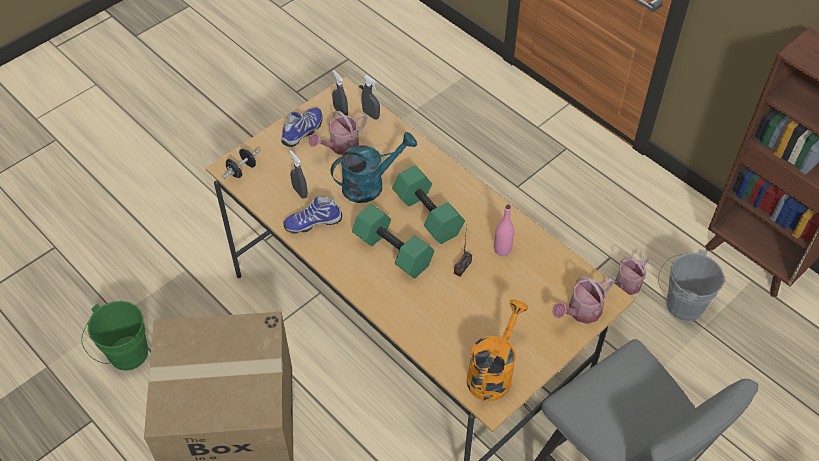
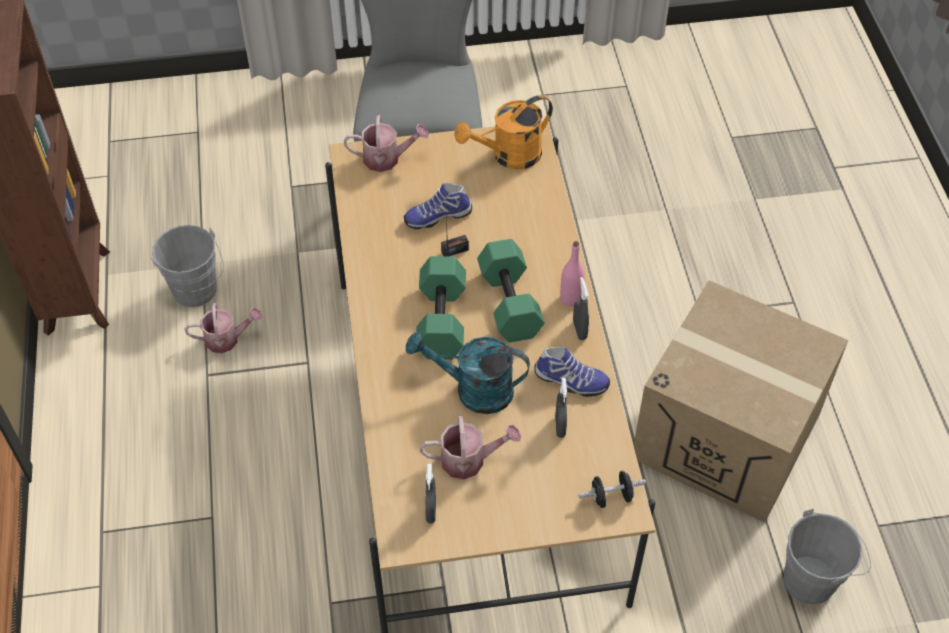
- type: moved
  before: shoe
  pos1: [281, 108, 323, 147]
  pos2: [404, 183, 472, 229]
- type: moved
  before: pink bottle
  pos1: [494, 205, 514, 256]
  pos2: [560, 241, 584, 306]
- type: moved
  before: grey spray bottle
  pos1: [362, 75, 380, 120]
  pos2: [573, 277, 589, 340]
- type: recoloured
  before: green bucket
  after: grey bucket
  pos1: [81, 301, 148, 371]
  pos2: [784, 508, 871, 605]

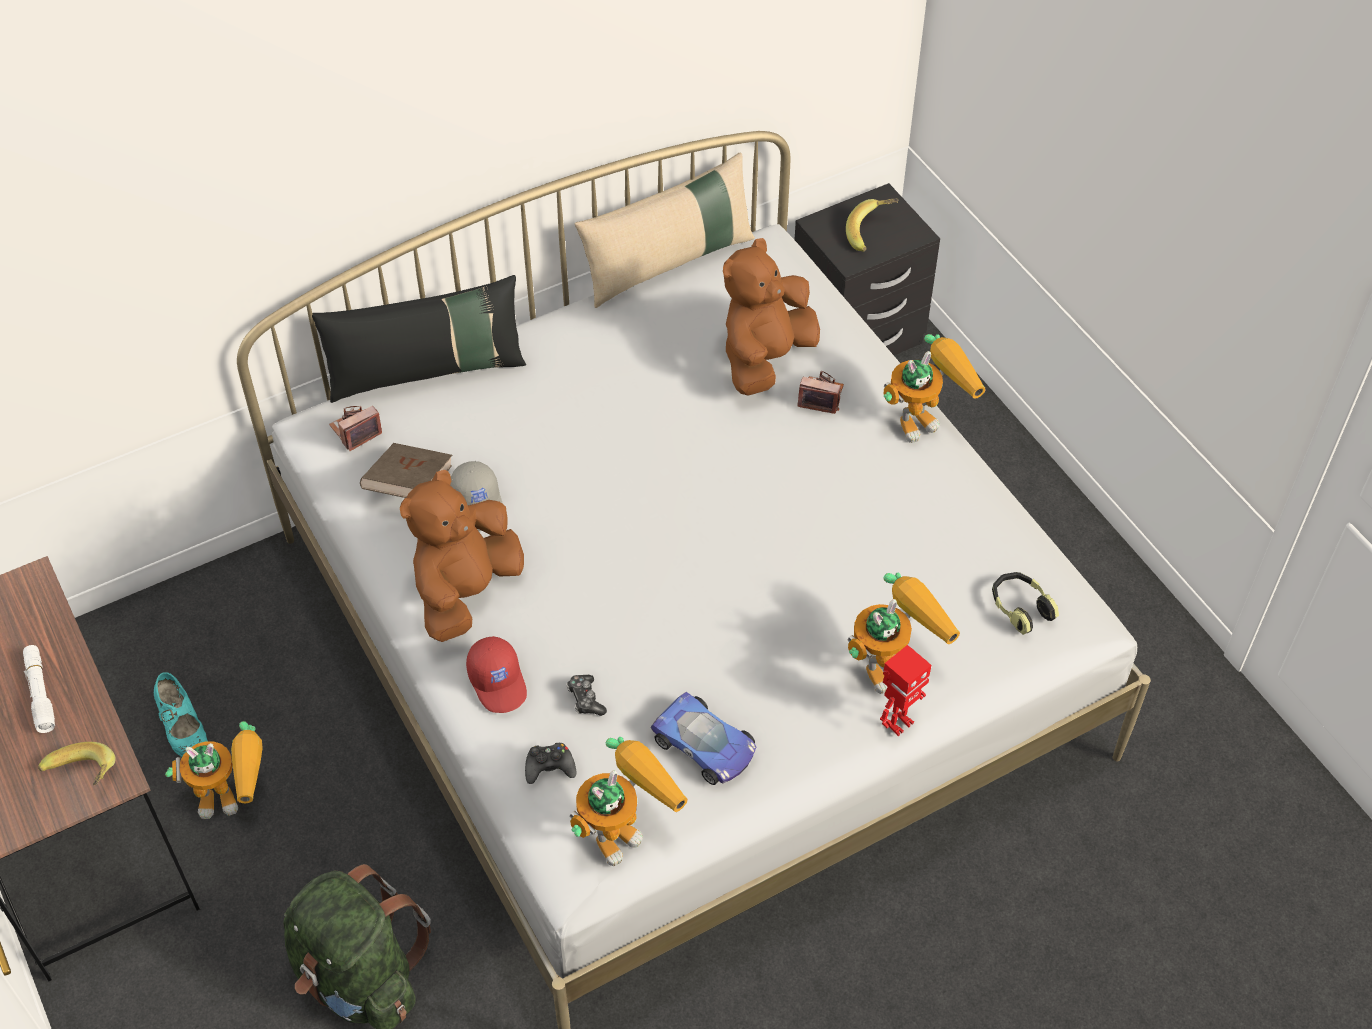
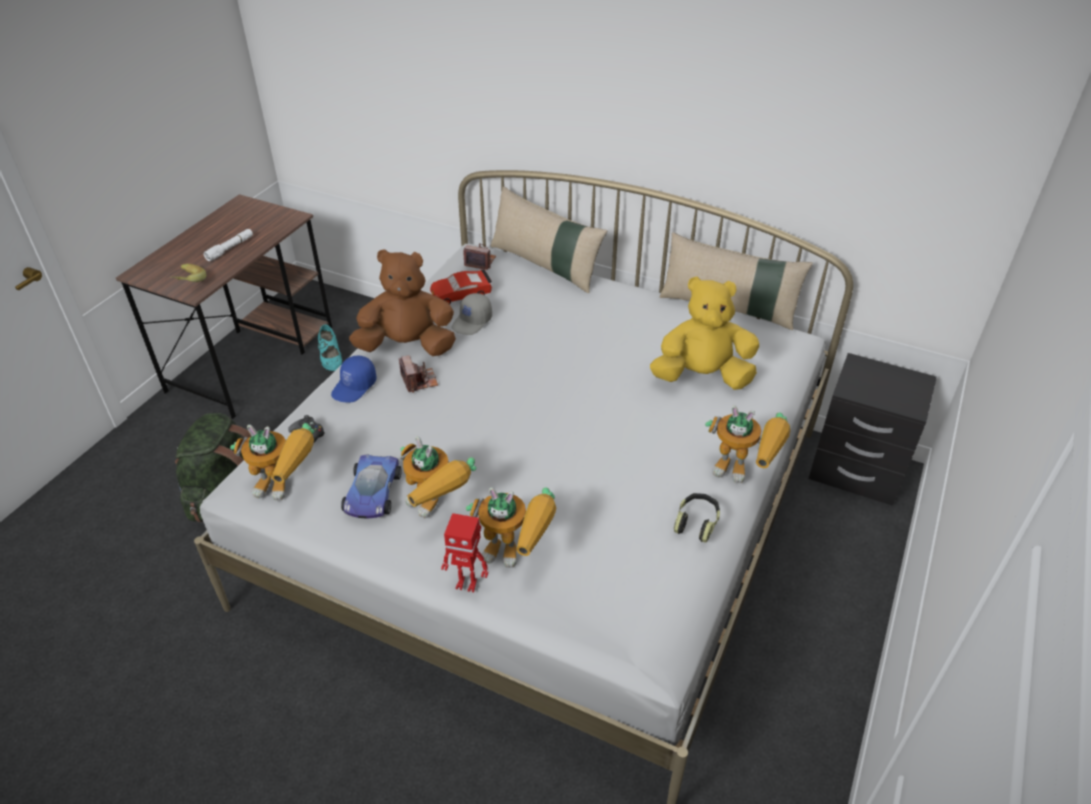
- type: turned
  before: turquoise shoe
  pos1: [154, 672, 208, 757]
  pos2: [318, 325, 342, 371]
  turn: -45
- type: recoloured
  before: red cap
  after: blue cap
  pos1: [466, 636, 527, 713]
  pos2: [331, 355, 376, 403]
- type: moved
  before: photo camera
  pos1: [797, 371, 844, 414]
  pos2: [399, 355, 438, 393]
- type: moved
  before: toy robot
  pos1: [165, 721, 263, 819]
  pos2: [400, 436, 476, 518]
- type: replaced
  before: brown book
  after: red toy car
  pos1: [360, 443, 452, 498]
  pos2: [430, 269, 492, 304]
- type: recoloured
  before: black pillow
  after: beige pillow
  pos1: [312, 275, 526, 403]
  pos2: [491, 186, 608, 293]
- type: recoloured
  before: brown plush toy
  after: yellow plush toy
  pos1: [723, 238, 820, 396]
  pos2: [650, 277, 759, 390]
- type: moved
  before: headphones
  pos1: [992, 572, 1059, 635]
  pos2: [674, 493, 720, 543]
- type: removed
  before: game controller
  pos1: [566, 675, 607, 716]
- type: removed
  before: banana
  pos1: [846, 199, 898, 252]

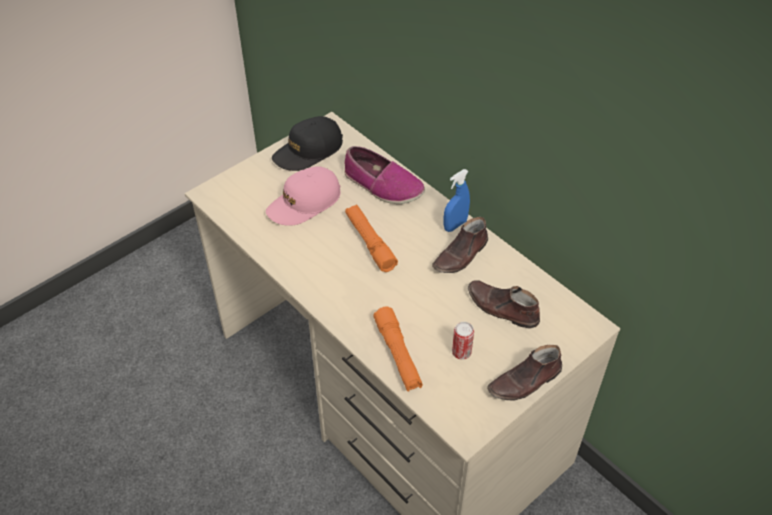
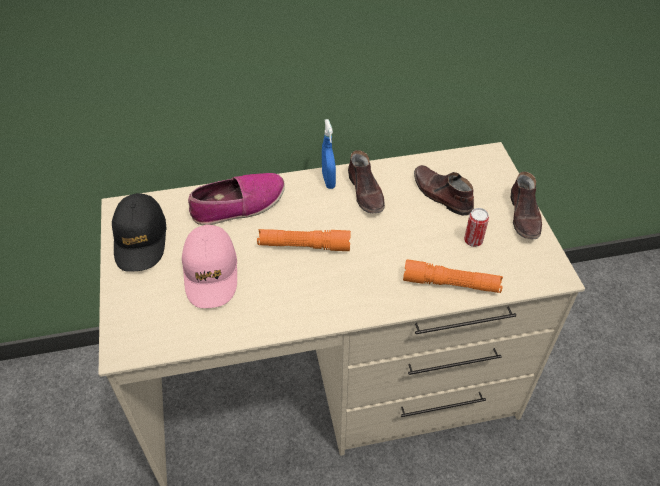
- type: turned
  before: brown shoe
  pos1: [468, 280, 540, 329]
  pos2: [414, 165, 474, 216]
  turn: 75

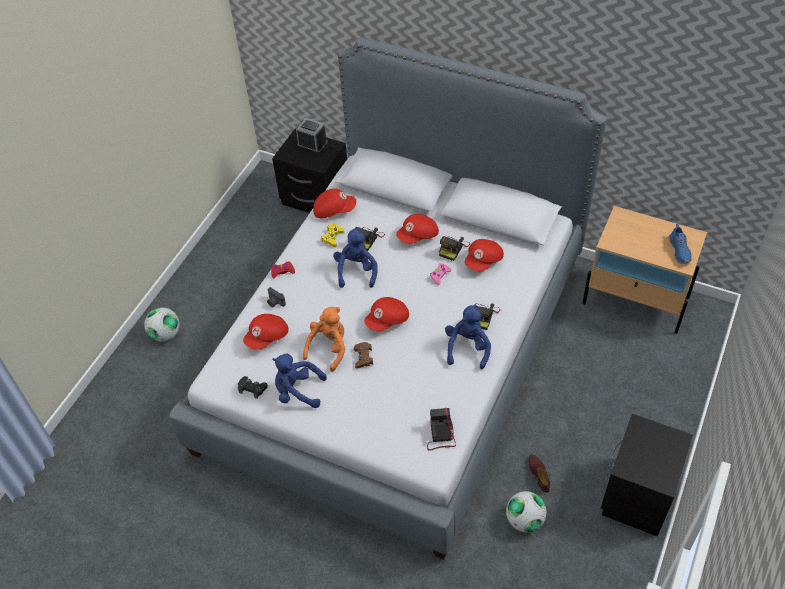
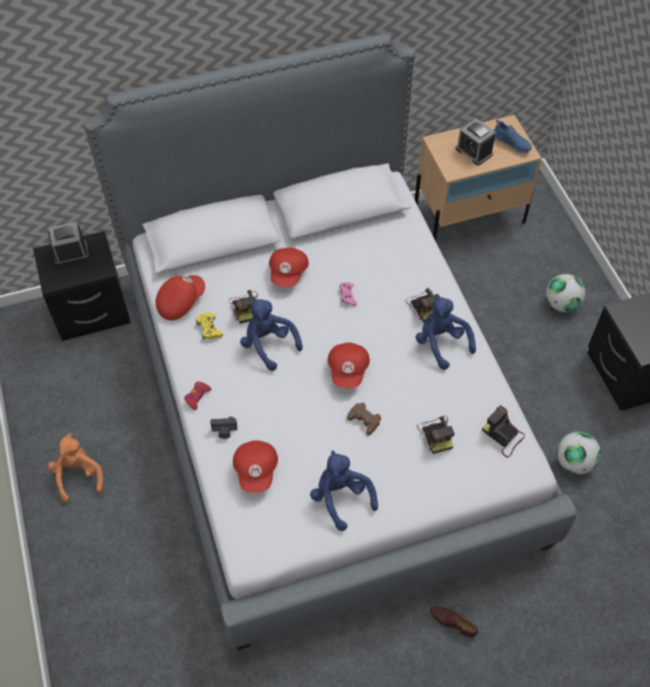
- type: moved
  before: orange plush toy
  pos1: [303, 307, 345, 372]
  pos2: [48, 433, 103, 502]
- type: turned
  before: blue plush toy
  pos1: [272, 354, 327, 408]
  pos2: [310, 450, 378, 531]
  turn: 90
- type: moved
  before: photo camera
  pos1: [439, 236, 470, 261]
  pos2: [417, 416, 455, 454]
- type: moved
  before: brown shoe
  pos1: [529, 454, 550, 493]
  pos2: [430, 607, 478, 638]
- type: added
  after: alarm clock
  pos2: [456, 118, 496, 165]
- type: moved
  before: football
  pos1: [144, 307, 179, 342]
  pos2: [546, 274, 585, 312]
- type: removed
  before: black game controller
  pos1: [238, 376, 268, 399]
- type: removed
  before: red cap
  pos1: [465, 239, 504, 271]

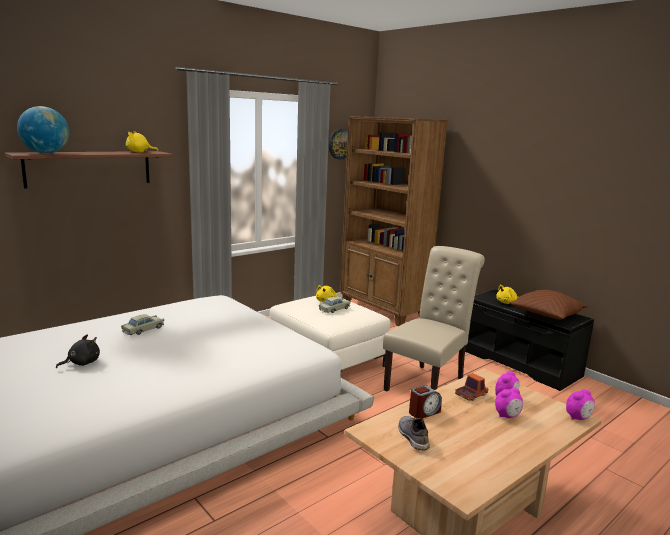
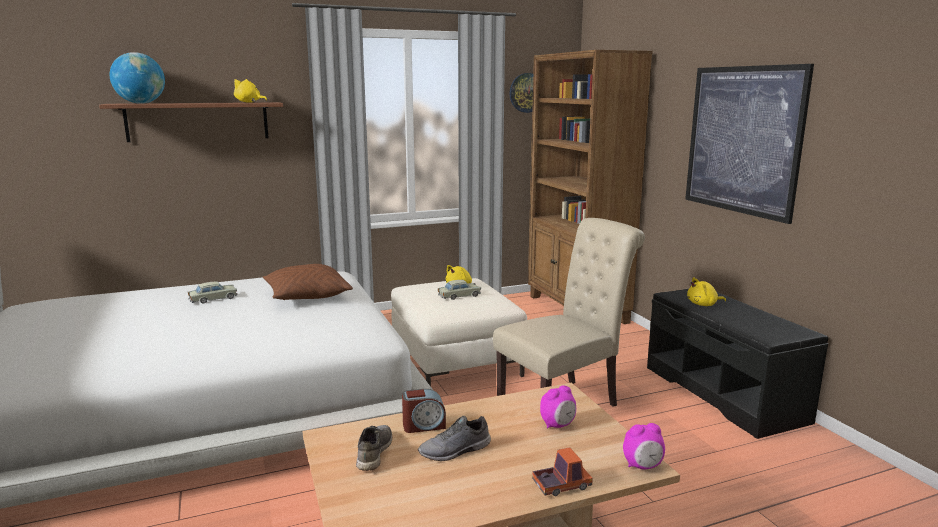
- type: moved
  before: brown pillow
  pos1: [509, 290, 588, 320]
  pos2: [263, 264, 353, 300]
- type: added
  after: grey shoe
  pos2: [418, 416, 491, 461]
- type: moved
  before: toy truck
  pos1: [455, 373, 489, 401]
  pos2: [532, 447, 593, 496]
- type: added
  after: picture
  pos2: [685, 64, 814, 224]
- type: removed
  before: black plush toy
  pos1: [56, 334, 100, 368]
- type: removed
  before: alarm clock
  pos1: [495, 388, 523, 418]

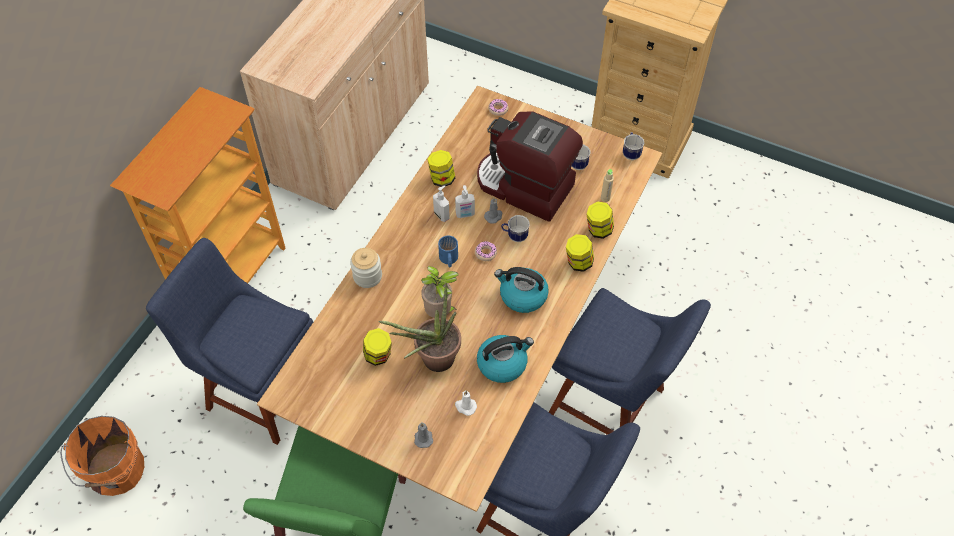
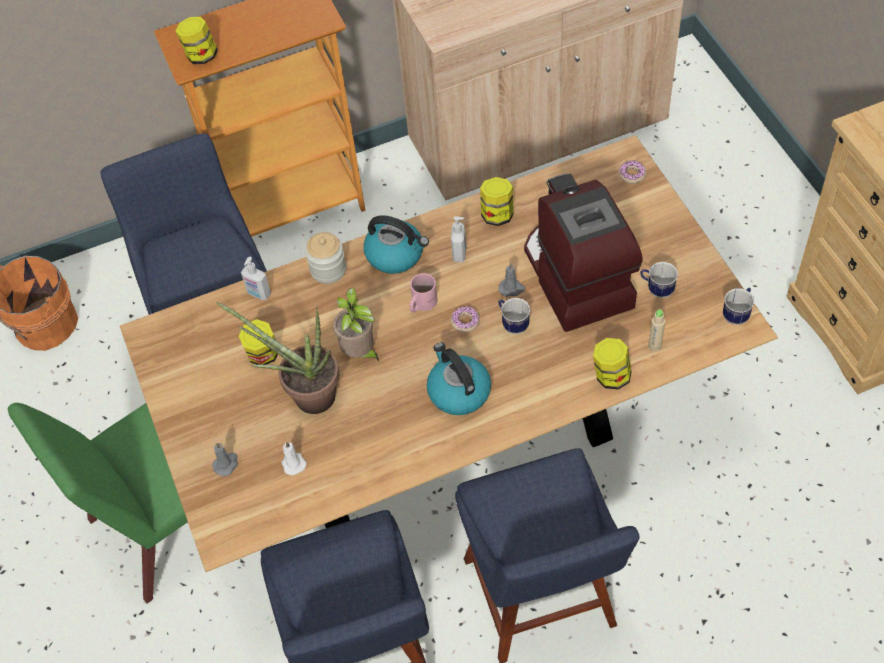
- type: moved
  before: jar
  pos1: [566, 234, 594, 272]
  pos2: [175, 17, 218, 64]
- type: moved
  before: soap dispenser
  pos1: [455, 185, 475, 218]
  pos2: [241, 257, 271, 300]
- type: moved
  before: kettle
  pos1: [477, 335, 534, 383]
  pos2: [364, 215, 429, 274]
- type: recoloured
  before: blue mug
  after: pink mug
  pos1: [438, 236, 458, 267]
  pos2: [410, 273, 437, 313]

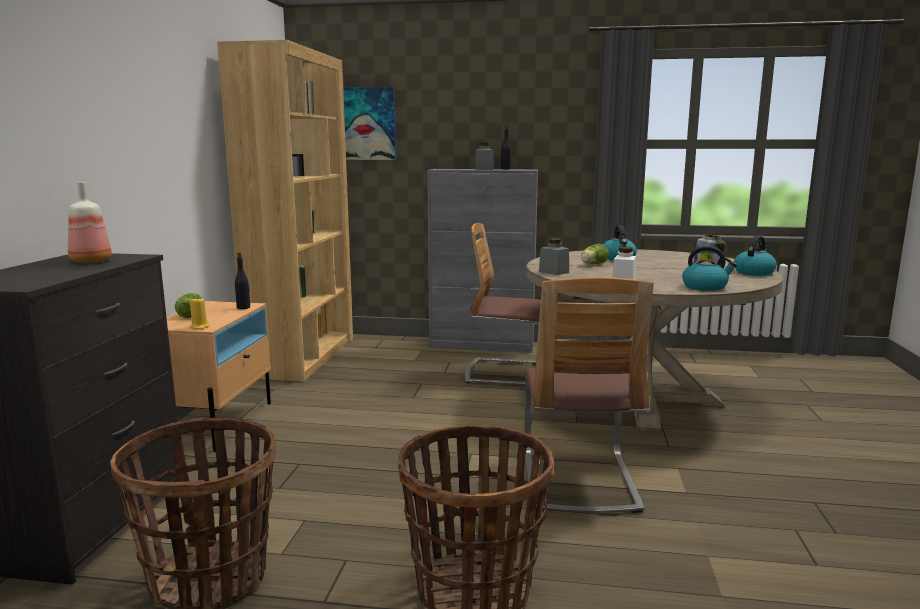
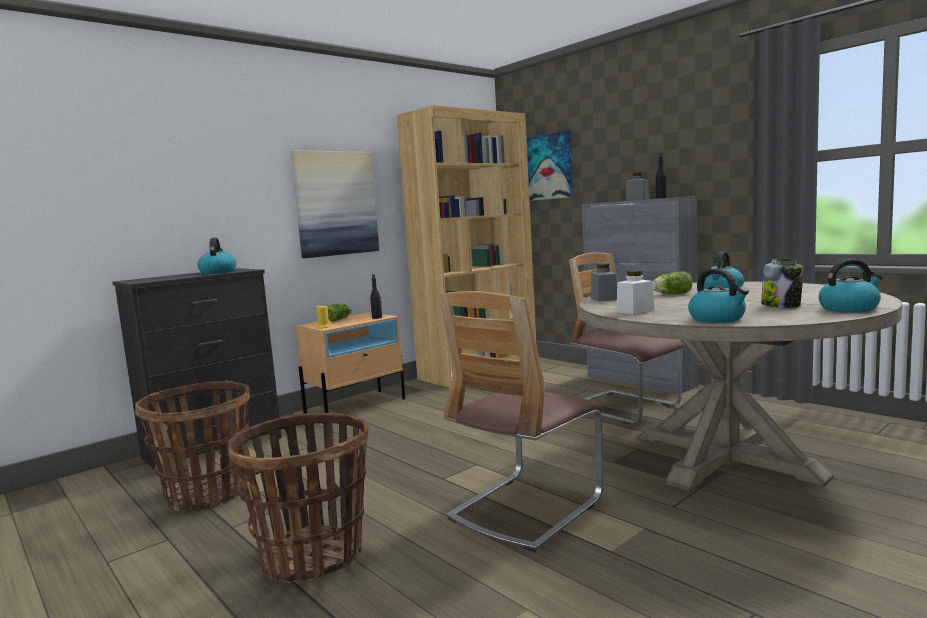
- type: replaced
  before: bottle
  after: kettle
  pos1: [68, 182, 112, 263]
  pos2: [197, 238, 236, 274]
- type: added
  after: picture
  pos2: [291, 150, 379, 258]

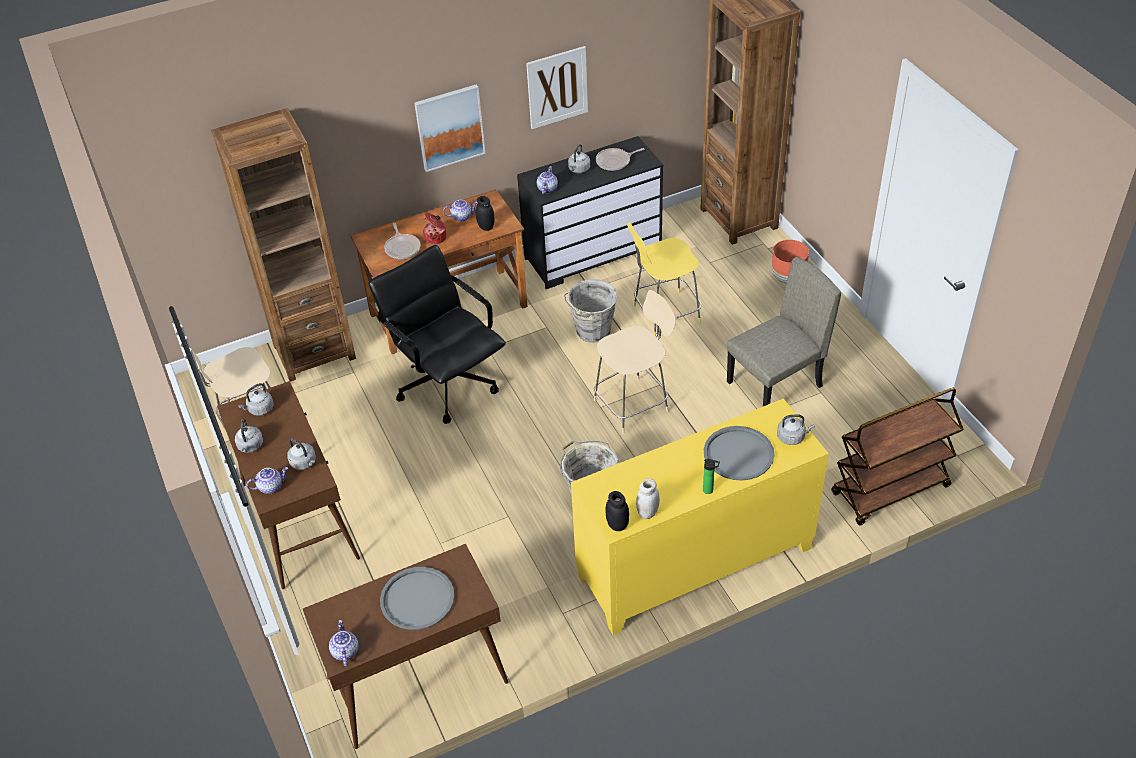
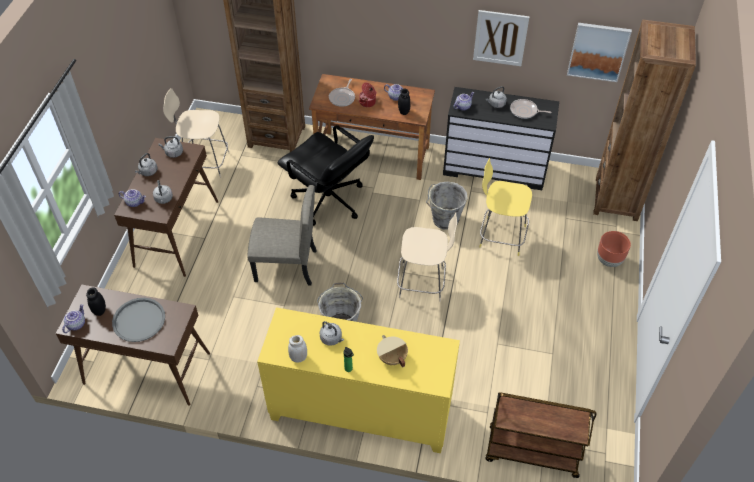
- type: moved
  before: black jar
  pos1: [606, 491, 629, 531]
  pos2: [86, 288, 106, 316]
- type: moved
  before: beige chair
  pos1: [727, 257, 841, 406]
  pos2: [247, 185, 317, 286]
- type: turned
  before: black office chair
  pos1: [369, 245, 506, 424]
  pos2: [277, 125, 374, 226]
  turn: 135
- type: moved
  before: grey kettle
  pos1: [777, 415, 815, 445]
  pos2: [320, 321, 344, 346]
- type: replaced
  before: grey tray
  after: beige cooking pot
  pos1: [704, 426, 774, 481]
  pos2: [377, 335, 408, 368]
- type: moved
  before: picture
  pos1: [414, 84, 486, 172]
  pos2: [567, 23, 632, 82]

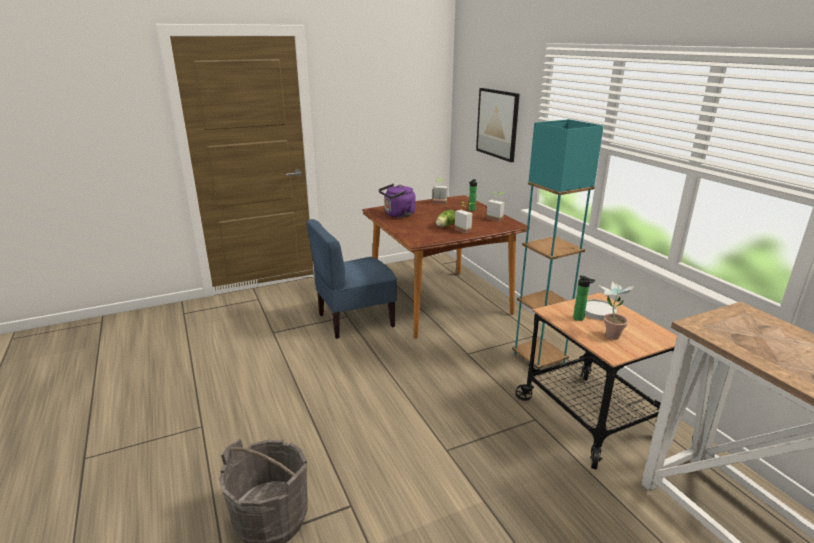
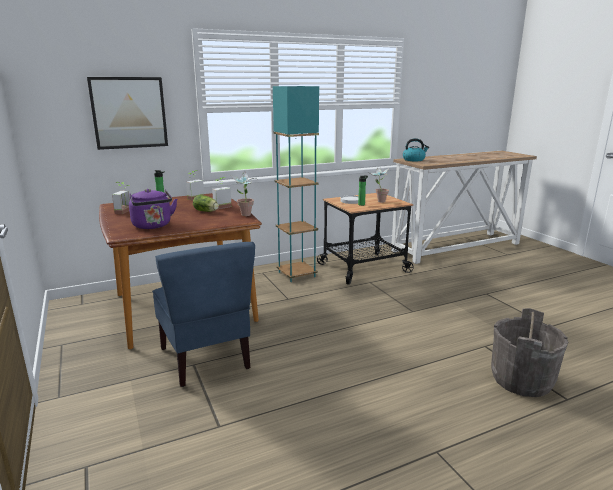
- type: added
  after: potted plant
  pos2: [231, 171, 256, 216]
- type: added
  after: kettle
  pos2: [403, 138, 429, 161]

